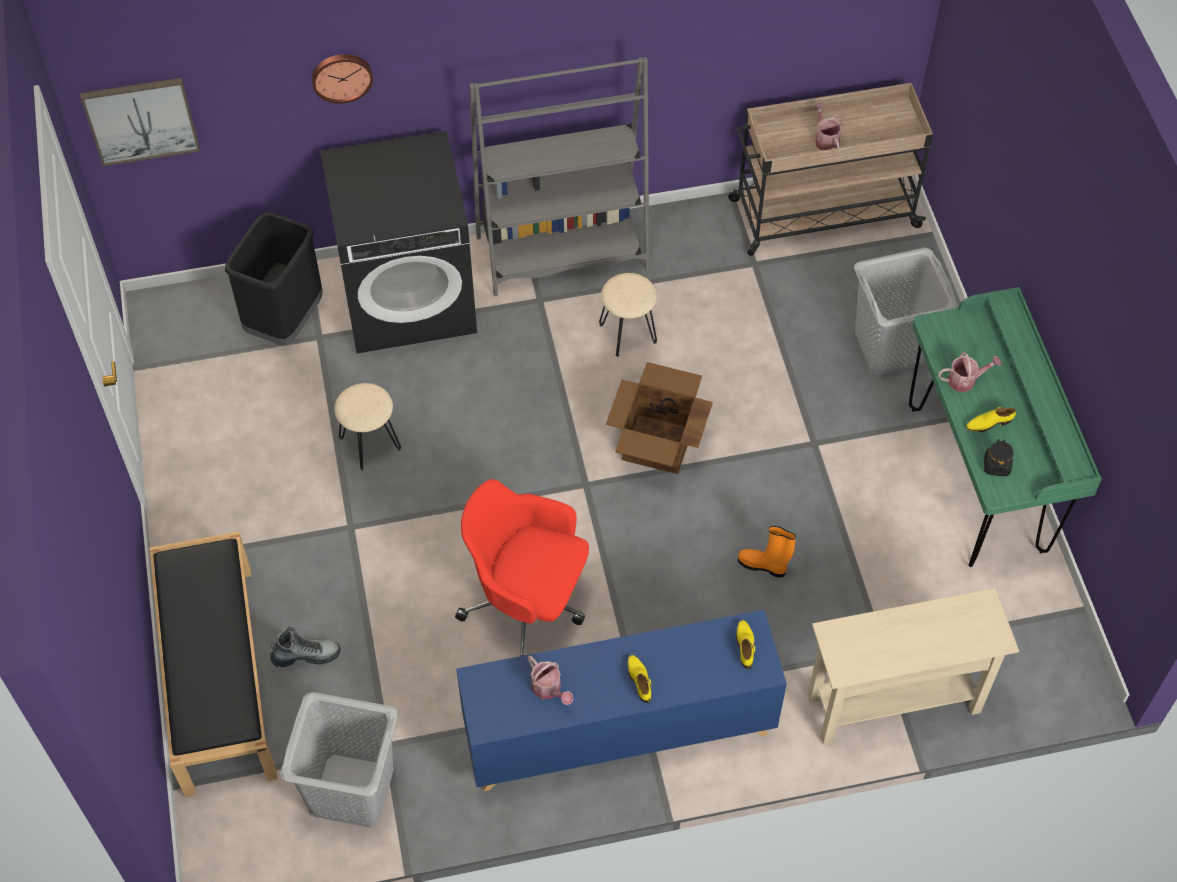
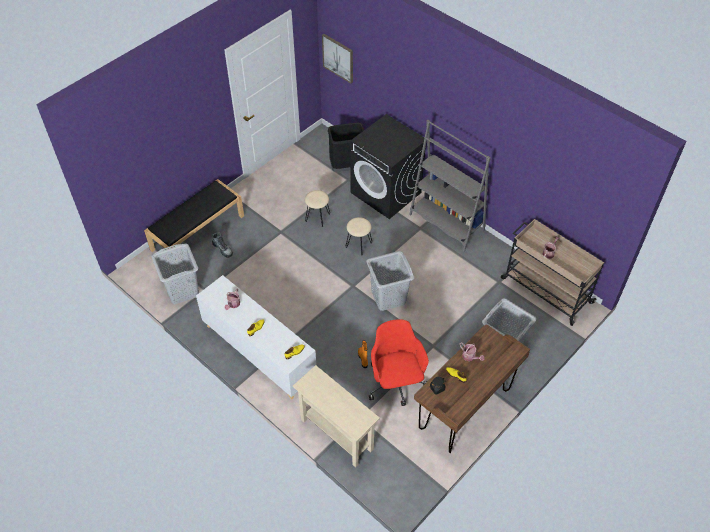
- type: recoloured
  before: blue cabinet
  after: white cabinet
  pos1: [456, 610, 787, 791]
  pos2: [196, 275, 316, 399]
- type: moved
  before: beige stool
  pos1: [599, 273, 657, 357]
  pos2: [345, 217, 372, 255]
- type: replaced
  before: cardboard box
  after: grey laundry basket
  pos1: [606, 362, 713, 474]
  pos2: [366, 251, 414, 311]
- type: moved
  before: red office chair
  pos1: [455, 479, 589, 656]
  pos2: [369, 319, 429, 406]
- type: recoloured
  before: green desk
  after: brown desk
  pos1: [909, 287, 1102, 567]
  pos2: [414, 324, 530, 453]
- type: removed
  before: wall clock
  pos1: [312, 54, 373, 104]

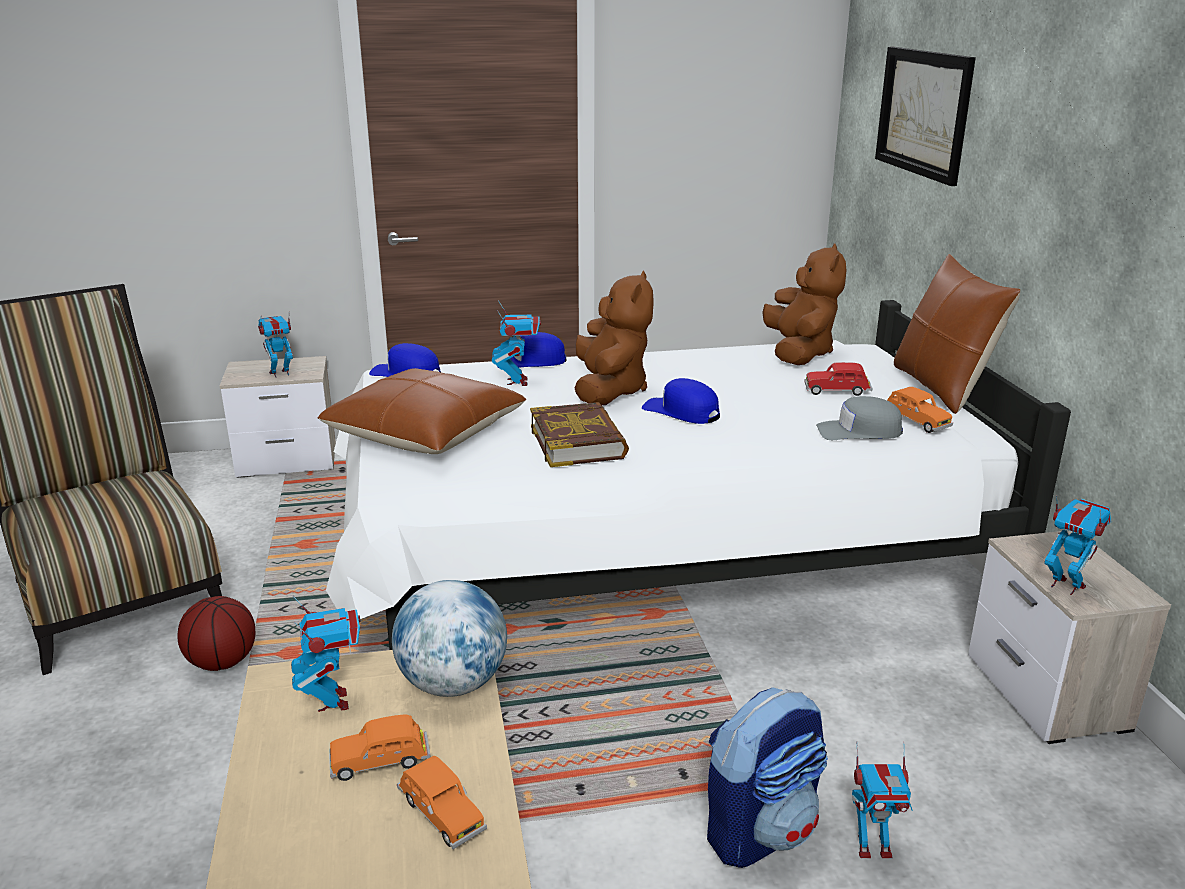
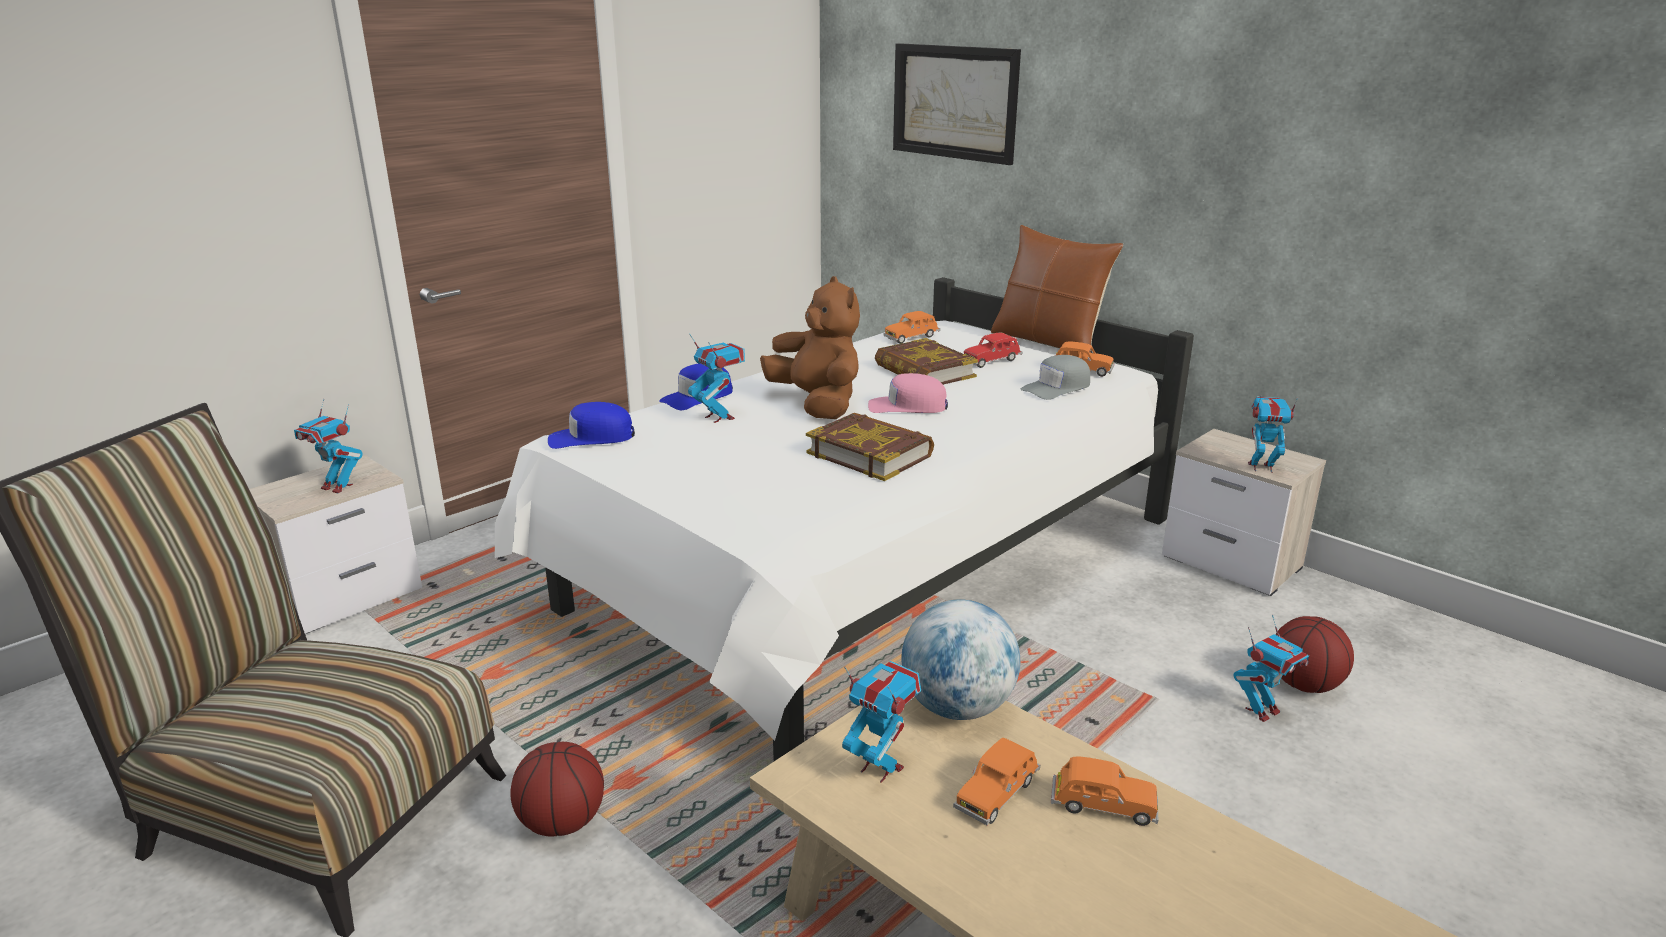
- type: turned
  before: toy robot
  pos1: [258, 316, 293, 378]
  pos2: [294, 399, 363, 493]
  turn: -90
- type: recoloured
  before: blue cap
  after: pink cap
  pos1: [642, 378, 720, 424]
  pos2: [868, 373, 948, 413]
- type: added
  after: book
  pos2: [875, 338, 978, 385]
- type: replaced
  before: brown plush toy
  after: orange toy car
  pos1: [762, 244, 847, 365]
  pos2: [883, 311, 940, 344]
- type: added
  after: basketball
  pos2: [1275, 616, 1354, 693]
- type: removed
  before: brown pillow
  pos1: [318, 368, 526, 454]
- type: removed
  before: backpack
  pos1: [707, 687, 828, 868]

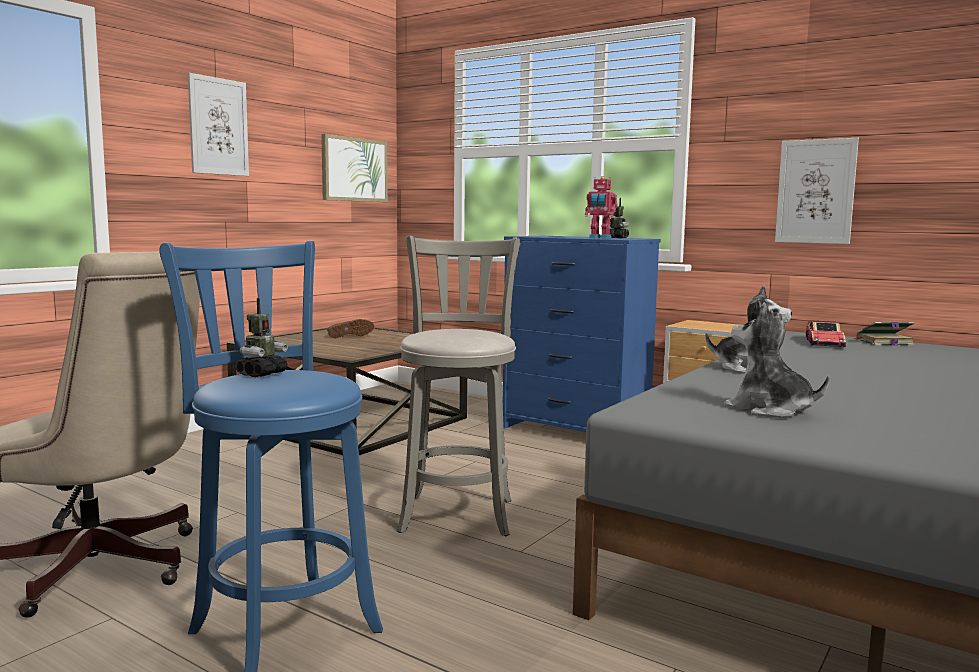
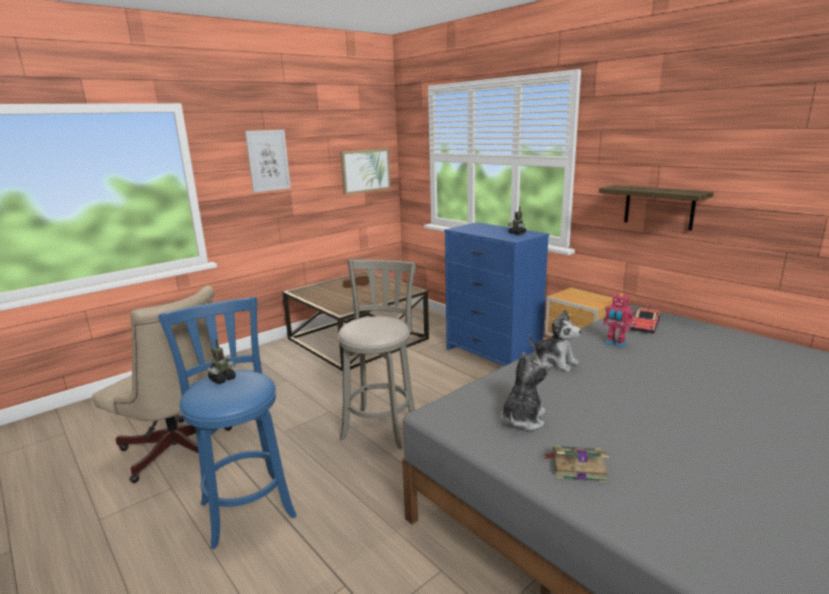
- type: turned
  before: plush toy
  pos1: [724, 303, 829, 418]
  pos2: [500, 352, 550, 431]
  turn: 60
- type: moved
  before: book
  pos1: [852, 322, 915, 345]
  pos2: [544, 445, 609, 482]
- type: replaced
  before: picture
  after: shelf
  pos1: [775, 138, 859, 244]
  pos2: [599, 185, 714, 231]
- type: moved
  before: toy robot
  pos1: [585, 176, 618, 239]
  pos2: [603, 293, 634, 348]

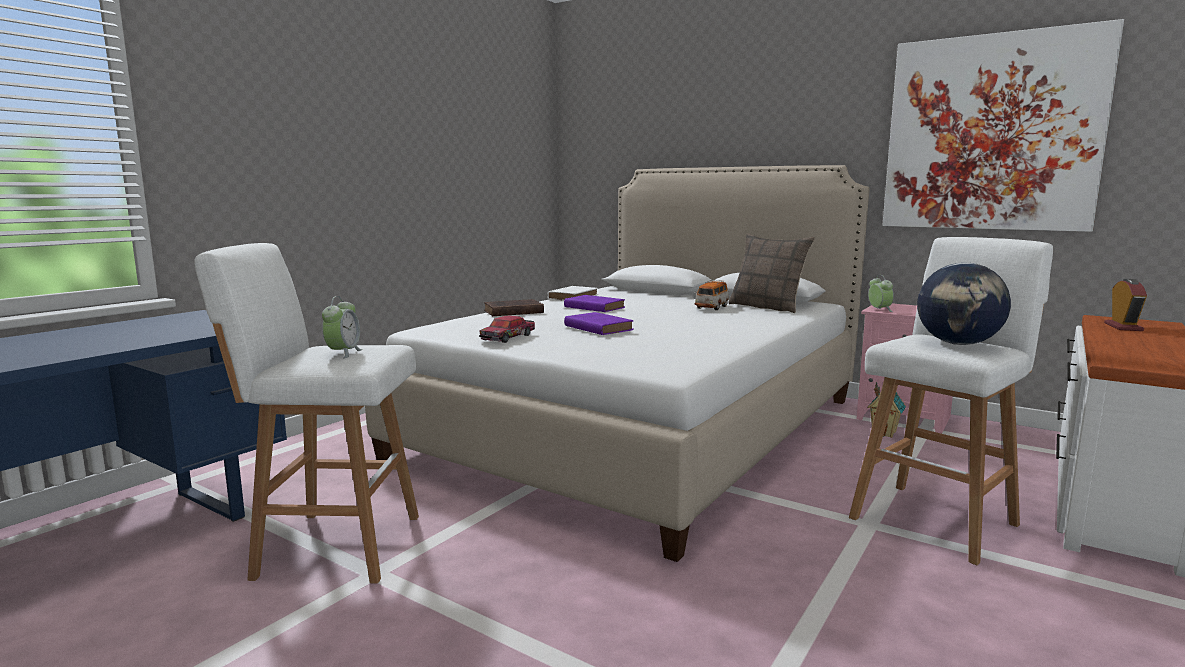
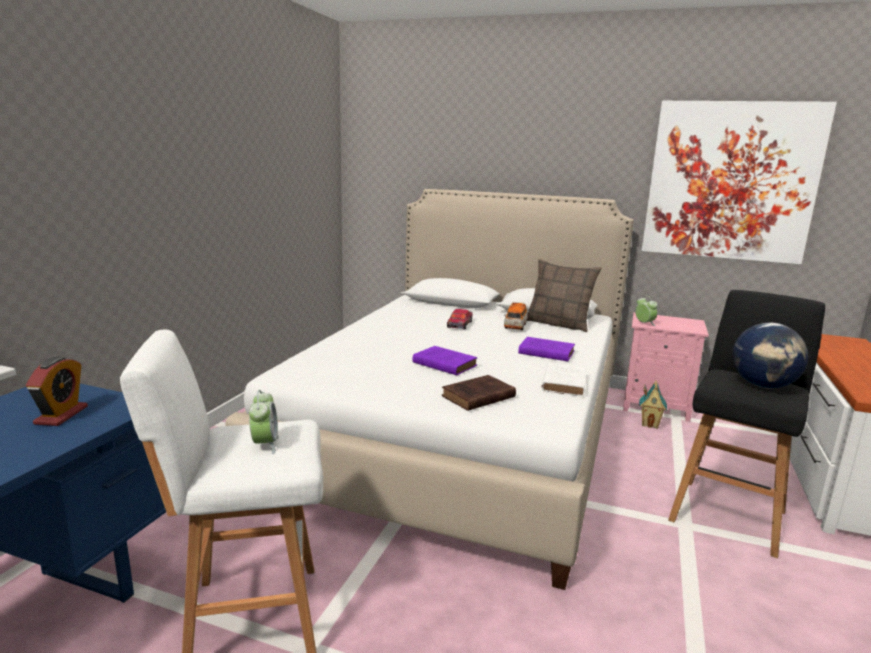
- type: moved
  before: alarm clock
  pos1: [1104, 279, 1147, 331]
  pos2: [26, 357, 88, 426]
- type: moved
  before: brown book
  pos1: [484, 299, 544, 316]
  pos2: [442, 375, 516, 411]
- type: moved
  before: toy car
  pos1: [479, 316, 535, 343]
  pos2: [447, 309, 473, 329]
- type: moved
  before: purple book
  pos1: [564, 295, 625, 312]
  pos2: [518, 337, 575, 361]
- type: moved
  before: white book
  pos1: [547, 286, 598, 301]
  pos2: [542, 363, 586, 396]
- type: recoloured
  before: white stool
  after: black stool
  pos1: [849, 237, 1053, 565]
  pos2: [668, 290, 825, 558]

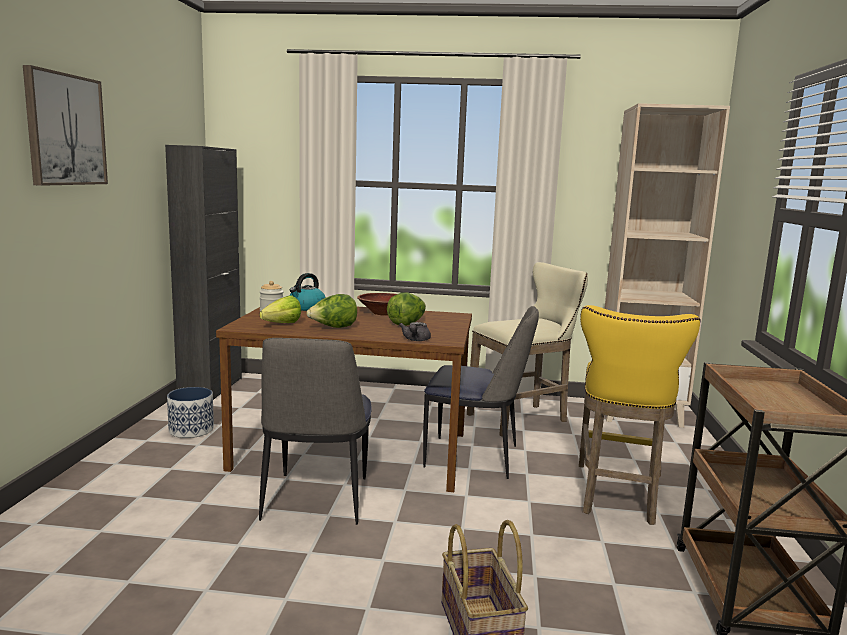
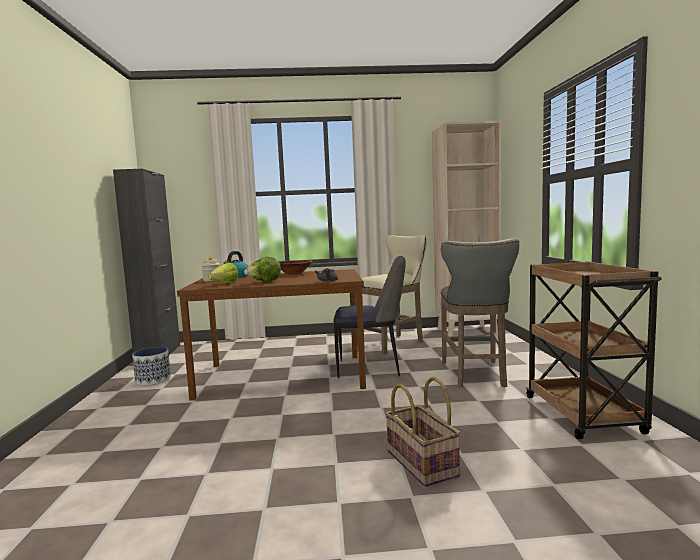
- type: recoloured
  before: yellow stool
  after: grey stool
  pos1: [579, 305, 701, 525]
  pos2: [441, 238, 519, 388]
- type: removed
  before: picture
  pos1: [23, 65, 108, 186]
- type: removed
  before: chair
  pos1: [259, 338, 372, 525]
- type: removed
  before: lettuce
  pos1: [387, 293, 426, 326]

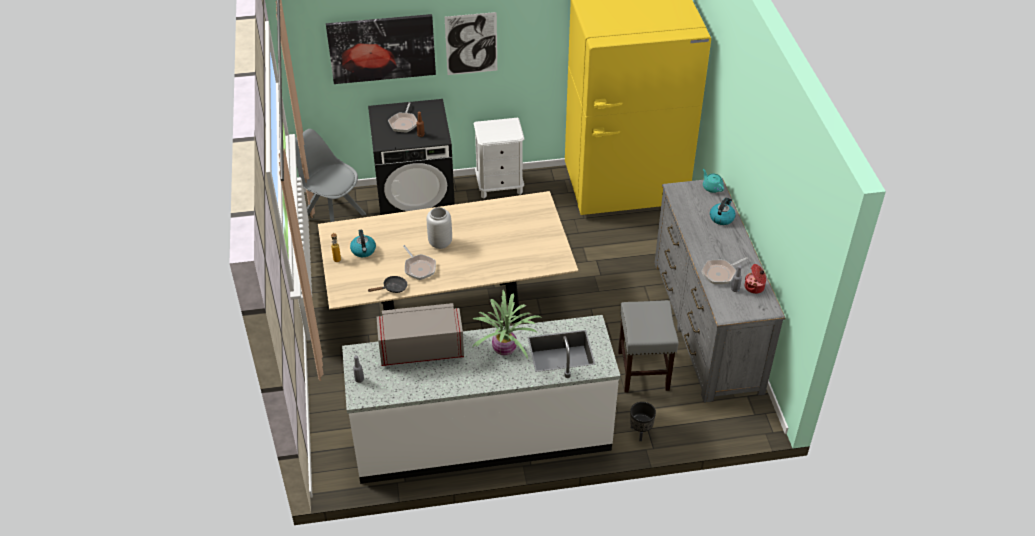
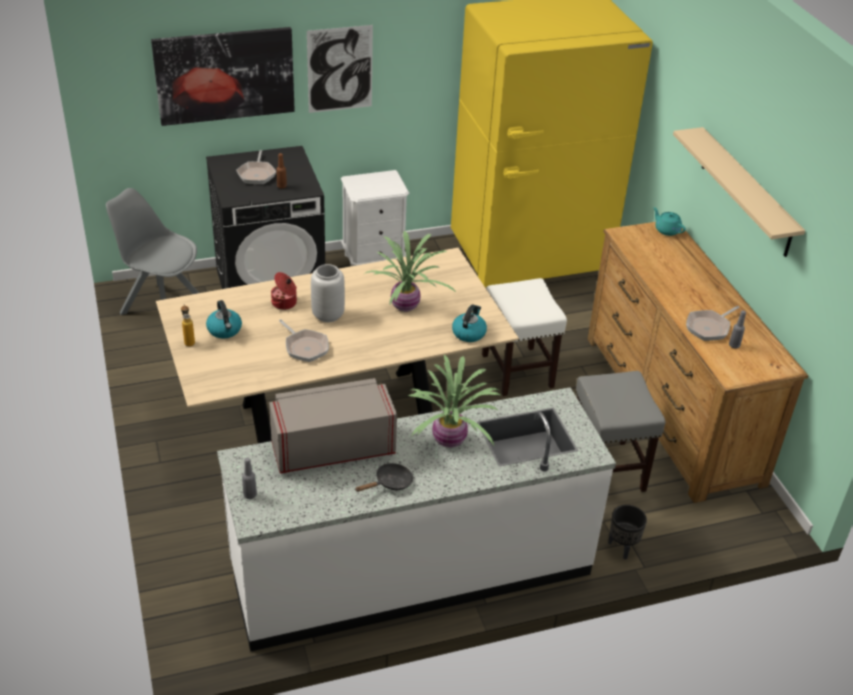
- type: moved
  before: cooking pot
  pos1: [745, 264, 766, 294]
  pos2: [271, 272, 297, 310]
- type: moved
  before: black frying pan
  pos1: [367, 276, 407, 293]
  pos2: [356, 463, 413, 492]
- type: added
  after: potted plant
  pos2: [364, 231, 457, 312]
- type: moved
  before: kettle
  pos1: [710, 198, 736, 225]
  pos2: [452, 304, 487, 342]
- type: added
  after: white stool
  pos2: [482, 278, 567, 396]
- type: recoloured
  before: grey dresser
  after: brown dresser
  pos1: [654, 178, 785, 403]
  pos2: [588, 222, 808, 503]
- type: added
  after: beige shelf
  pos2: [673, 127, 805, 257]

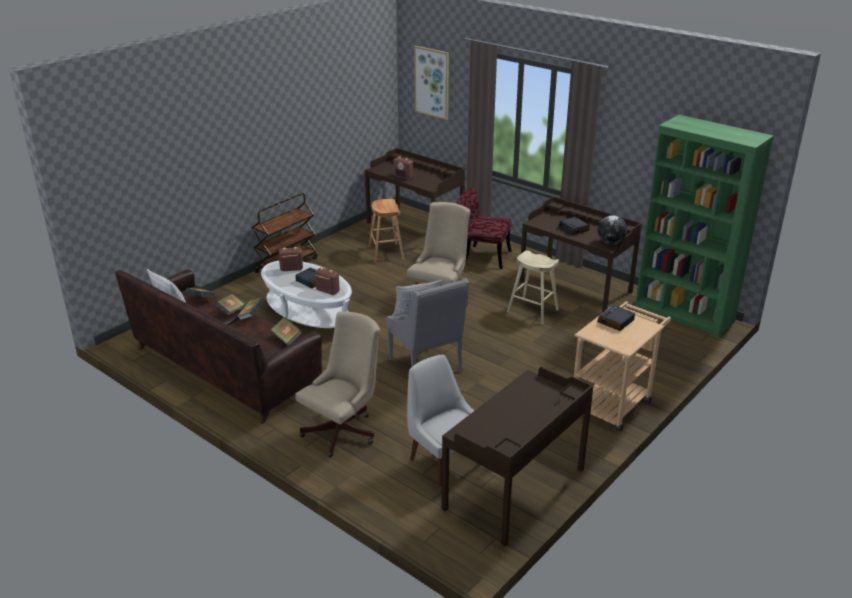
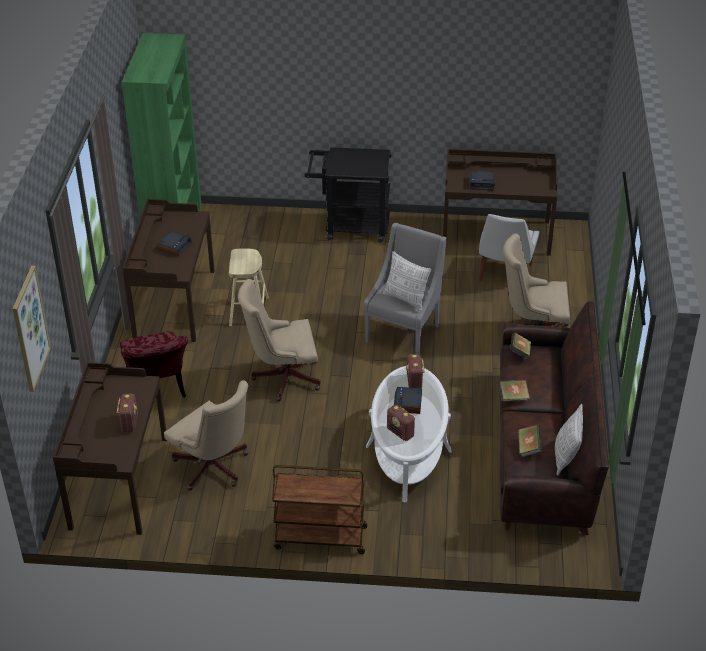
- type: replaced
  before: brown stool
  after: beige office chair
  pos1: [368, 199, 404, 263]
  pos2: [164, 380, 248, 491]
- type: recoloured
  before: beige cart
  after: black cart
  pos1: [574, 301, 671, 431]
  pos2: [305, 147, 391, 243]
- type: moved
  before: alarm clock
  pos1: [597, 305, 635, 331]
  pos2: [470, 171, 495, 190]
- type: removed
  before: book
  pos1: [215, 294, 245, 315]
- type: removed
  before: globe
  pos1: [598, 215, 627, 244]

